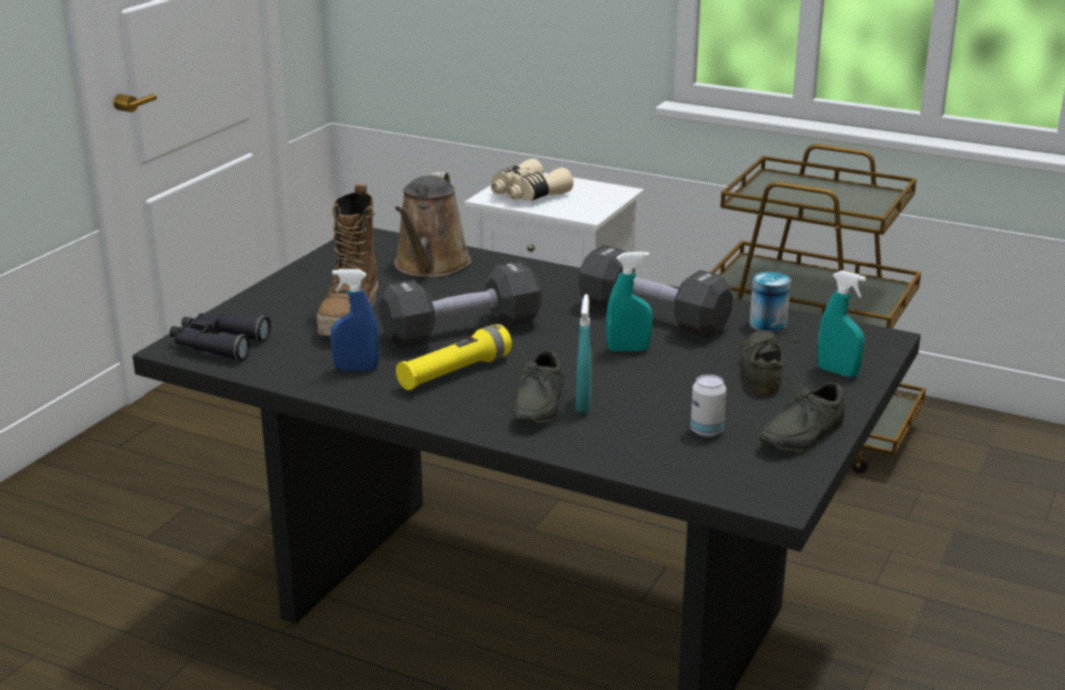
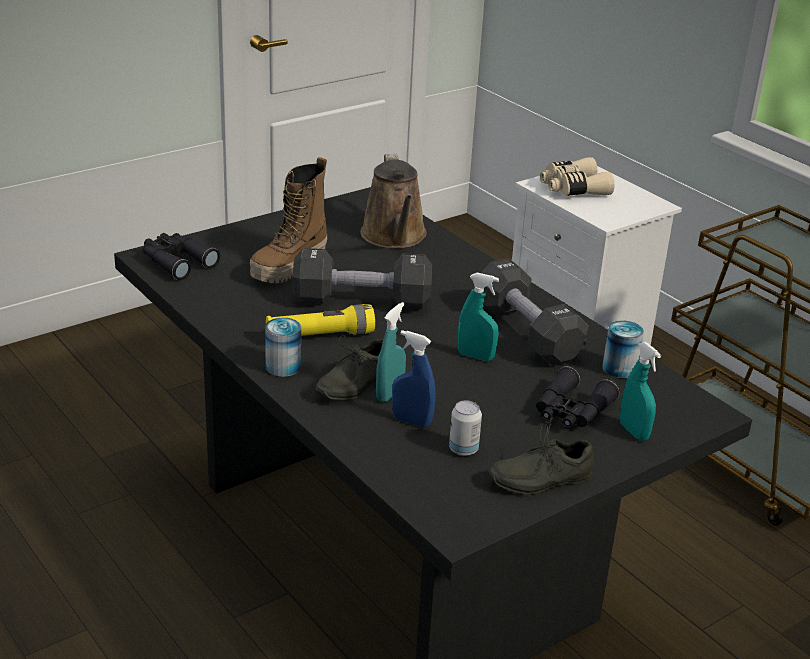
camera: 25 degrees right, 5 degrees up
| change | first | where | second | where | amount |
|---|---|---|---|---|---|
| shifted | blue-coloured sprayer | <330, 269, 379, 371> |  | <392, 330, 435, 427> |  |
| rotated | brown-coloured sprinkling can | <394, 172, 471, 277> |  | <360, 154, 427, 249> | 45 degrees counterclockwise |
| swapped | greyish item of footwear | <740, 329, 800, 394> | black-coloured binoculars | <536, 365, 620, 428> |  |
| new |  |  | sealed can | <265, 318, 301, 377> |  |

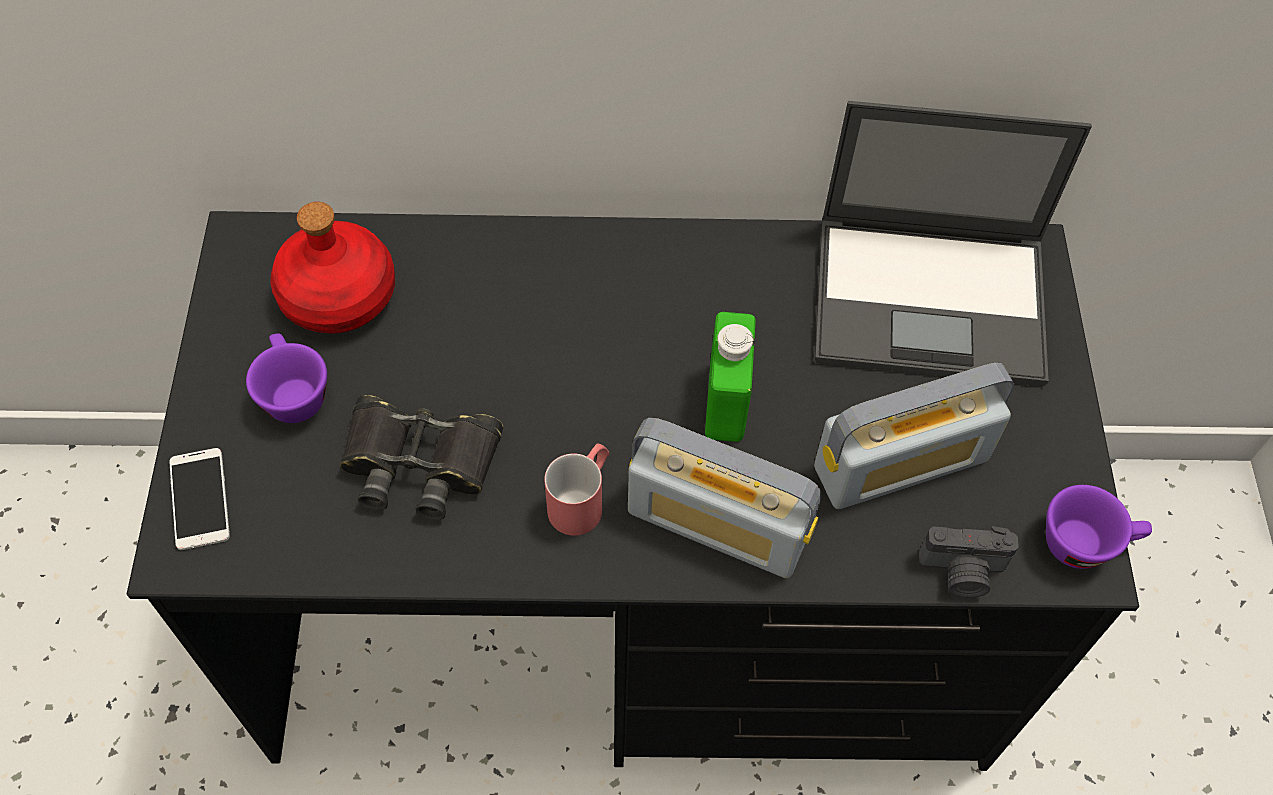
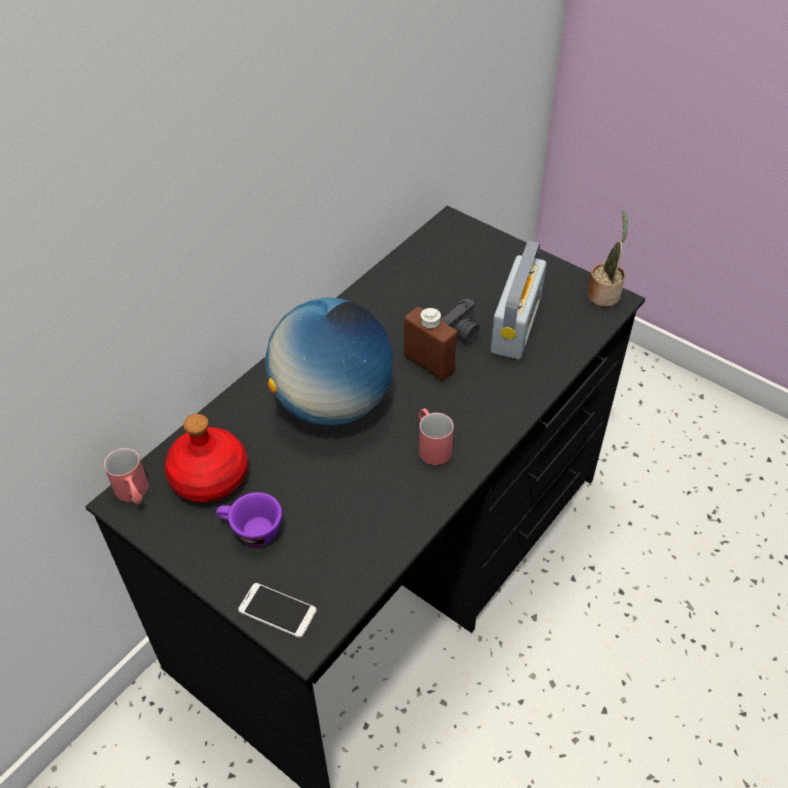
camera: 50 degrees left, 10 degrees down
| change | first | where | second | where | amount |
|---|---|---|---|---|---|
| gone | black-coloured binoculars | <340, 395, 503, 520> |  |  |  |
| gone | radio | <628, 418, 821, 578> |  |  |  |
| repainted | greenish drink bottle | <705, 312, 756, 442> | brown-coloured drink bottle | <404, 307, 457, 381> |  |
| gone | portable computer | <815, 101, 1092, 387> |  |  |  |
| shifted | photo camera | <918, 526, 1019, 598> |  | <440, 299, 480, 344> |  |
| swapped | purple-coloured cup | <1046, 485, 1152, 569> | potted plant | <587, 210, 629, 307> |  |
| new |  |  | reddish tea mug | <104, 448, 148, 505> |  |
| new |  |  | desk globe | <265, 298, 394, 426> |  |

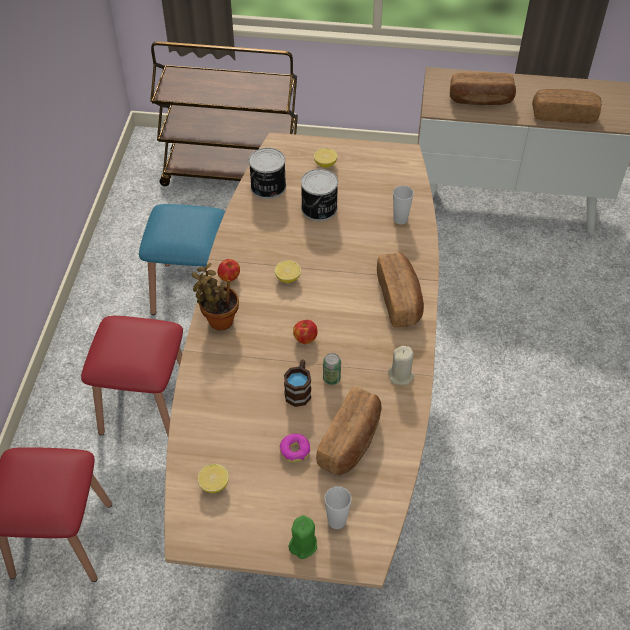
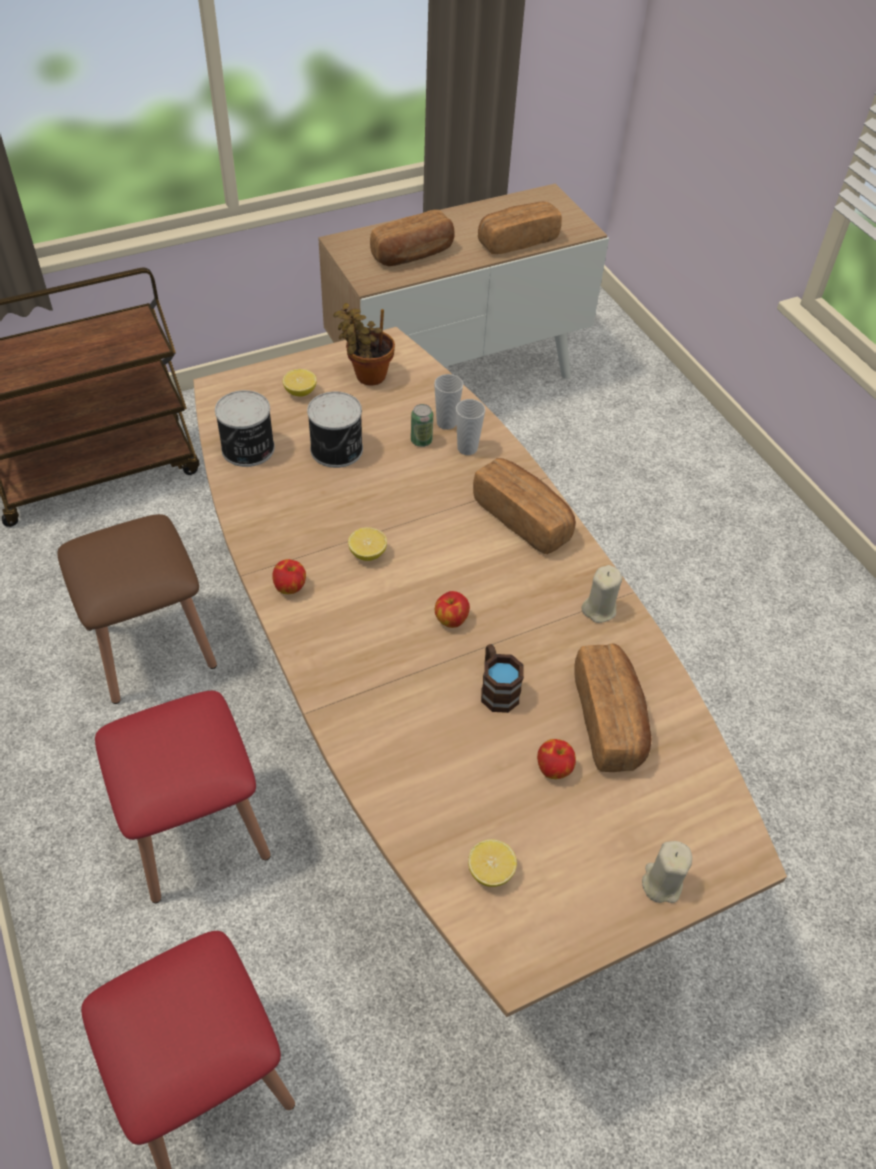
camera: 35 degrees left, 0 degrees up
| change | first | where | second | where | amount |
|---|---|---|---|---|---|
| repainted | blue-coloured stool seat | <139, 204, 225, 315> | brown-coloured stool seat | <57, 514, 217, 704> |  |
| shifted | potted plant | <192, 263, 239, 331> |  | <333, 303, 395, 386> |  |
| swapped | doughnut | <279, 434, 310, 463> | apple fruit | <537, 739, 576, 779> |  |
| repainted | greenish candle | <289, 515, 317, 559> | sand-coloured candle | <642, 841, 692, 903> |  |
| shifted | sealed can | <323, 353, 341, 385> |  | <411, 404, 433, 447> |  |
| shifted | cup | <324, 486, 352, 529> |  | <456, 399, 485, 455> |  |

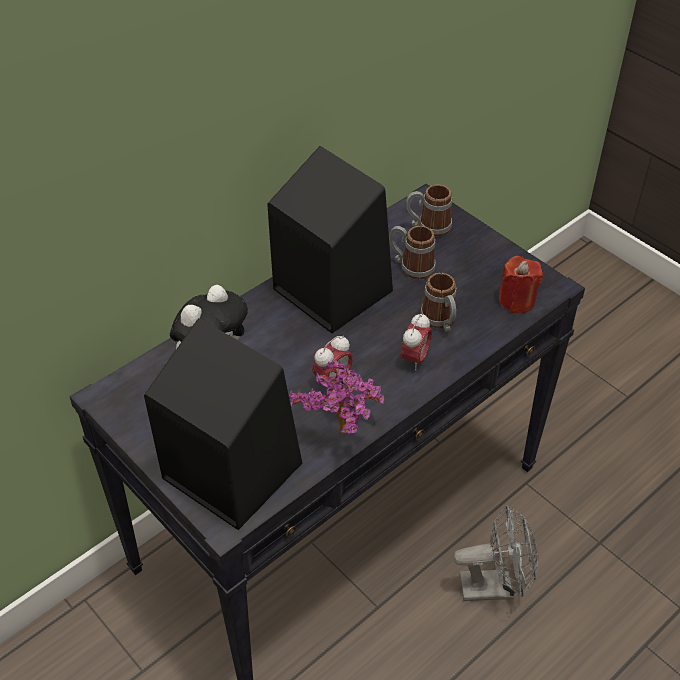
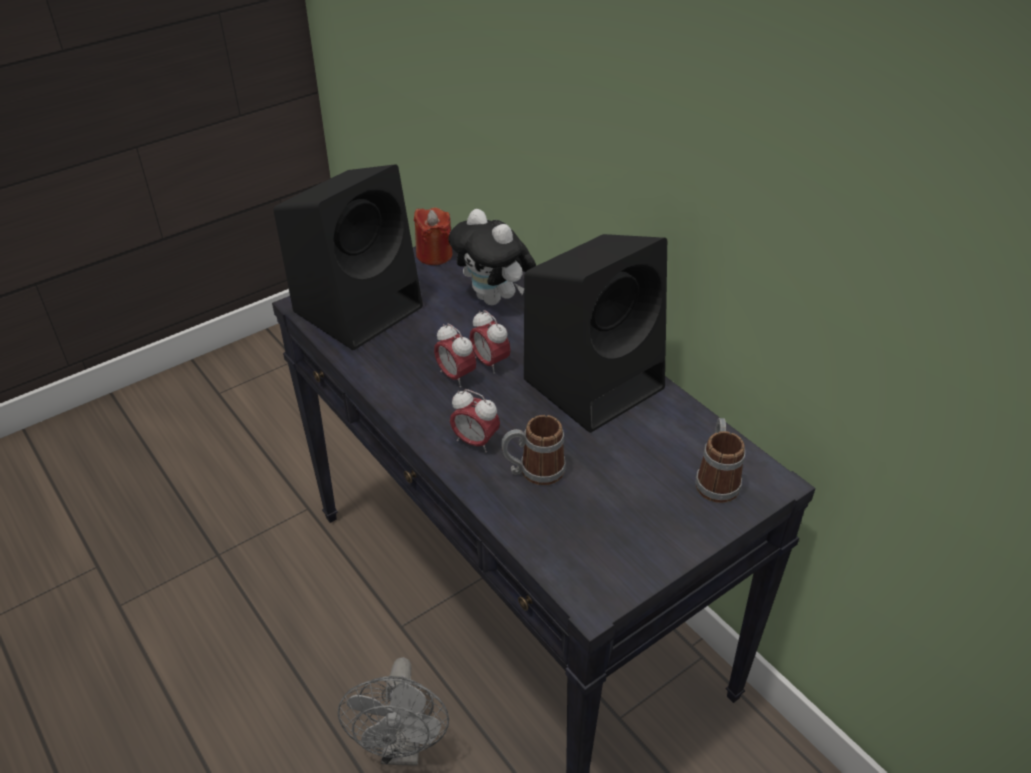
camera: 95 degrees right, 5 degrees down
| change | first | where | second | where | amount |
|---|---|---|---|---|---|
| gone | potted plant | <289, 360, 384, 435> |  |  |  |
| gone | tea mug | <389, 226, 436, 280> |  |  |  |
| shifted | reddish candle | <499, 256, 543, 313> |  | <414, 207, 452, 265> |  |
| new |  |  | table clock | <470, 310, 511, 374> |  |

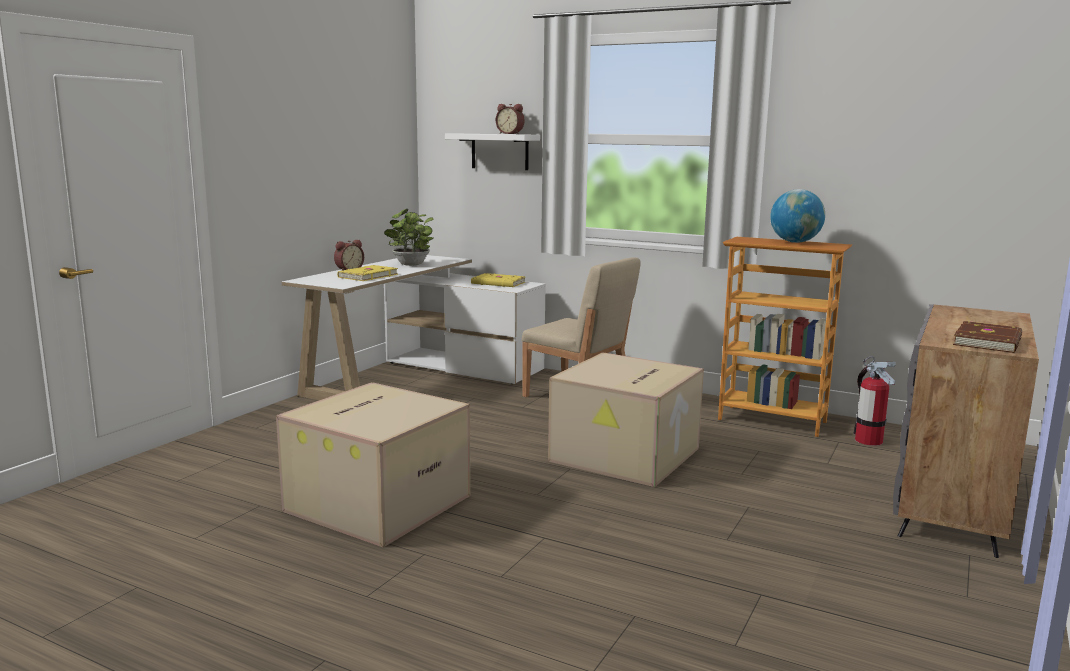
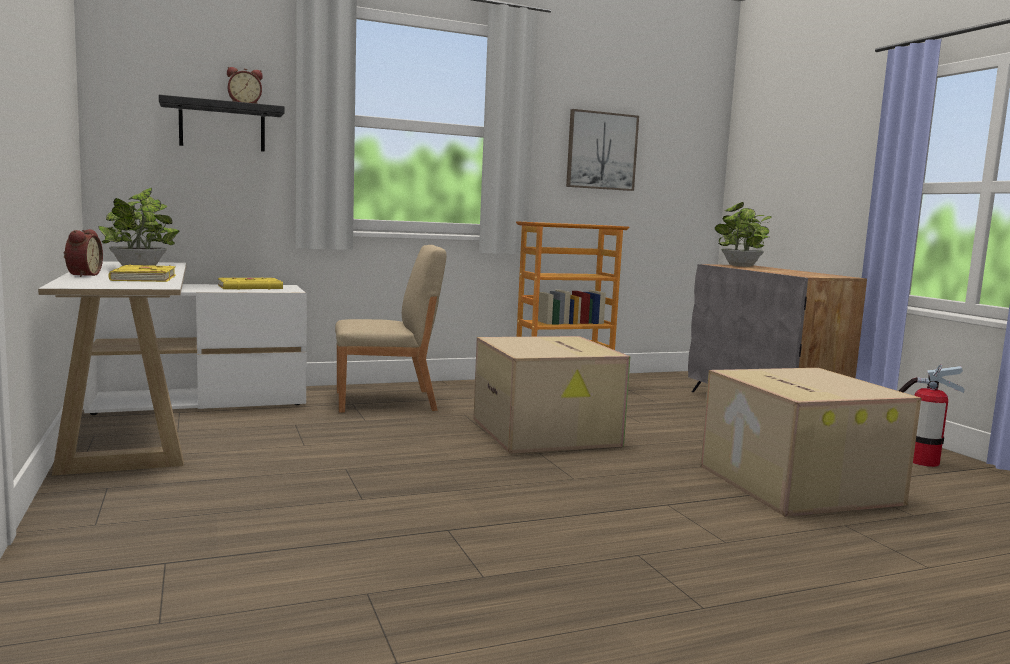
camera: 50 degrees left, 5 degrees down
| change | first | where | second | where | amount |
|---|---|---|---|---|---|
| shifted | cardboard box | <276, 382, 470, 547> |  | <700, 368, 921, 517> |  |
| repainted | whitish shelf | <445, 133, 540, 170> | black-coloured shelf | <159, 95, 285, 152> |  |
| gone | desk globe | <770, 189, 825, 243> |  |  |  |
| shifted | extinguisher | <854, 356, 896, 446> |  | <899, 364, 964, 467> |  |
| gone | brown-coloured book | <953, 321, 1022, 353> |  |  |  |
| new |  |  | wall art | <566, 109, 639, 191> |  |
| new |  |  | potted plant | <715, 202, 772, 267> |  |

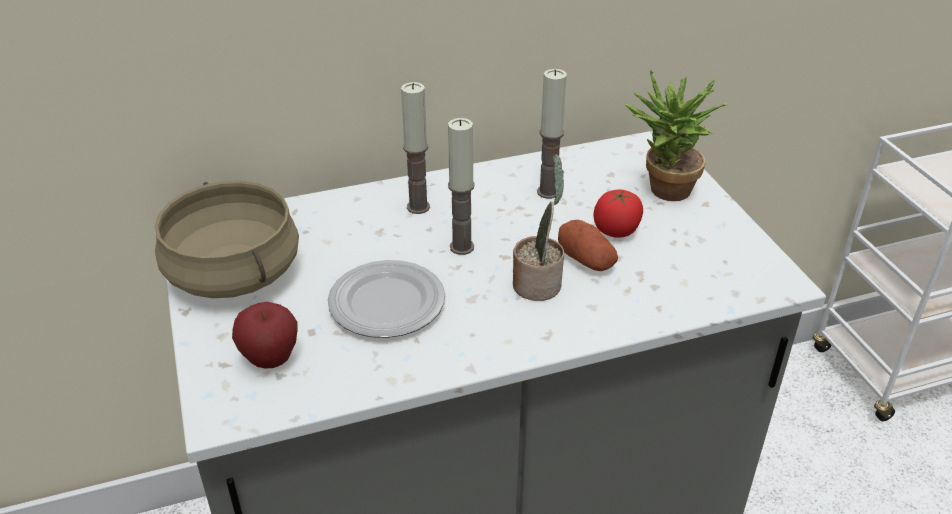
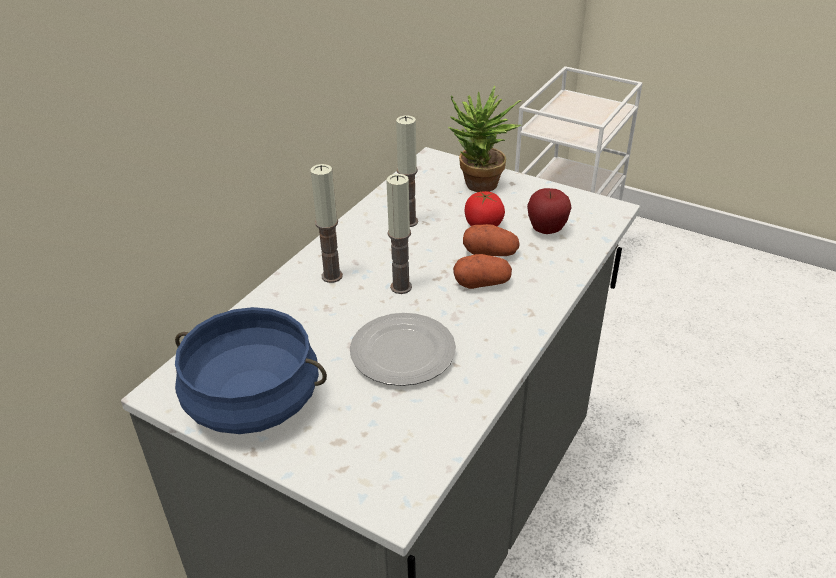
camera: 40 degrees left, 0 degrees up
| change | first | where | second | where | amount |
|---|---|---|---|---|---|
| repainted | sand-coloured stockpot | <154, 181, 299, 298> | blue-coloured stockpot | <175, 307, 327, 434> |  |
| shifted | apple fruit | <232, 302, 298, 369> |  | <527, 188, 572, 234> |  |
| swapped | potted plant | <513, 154, 564, 301> | spud | <453, 254, 512, 289> |  |

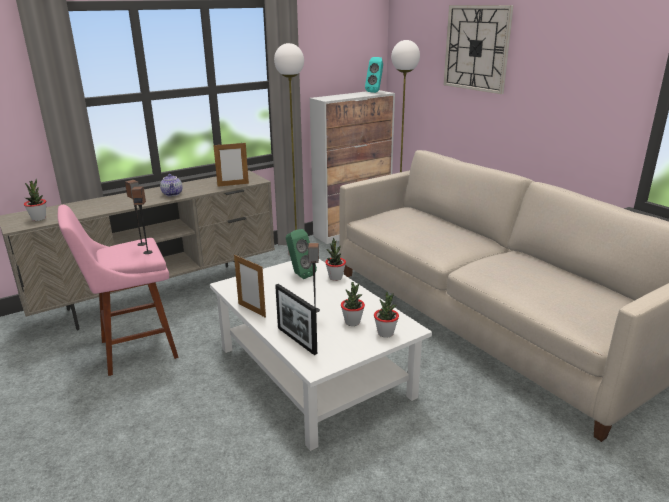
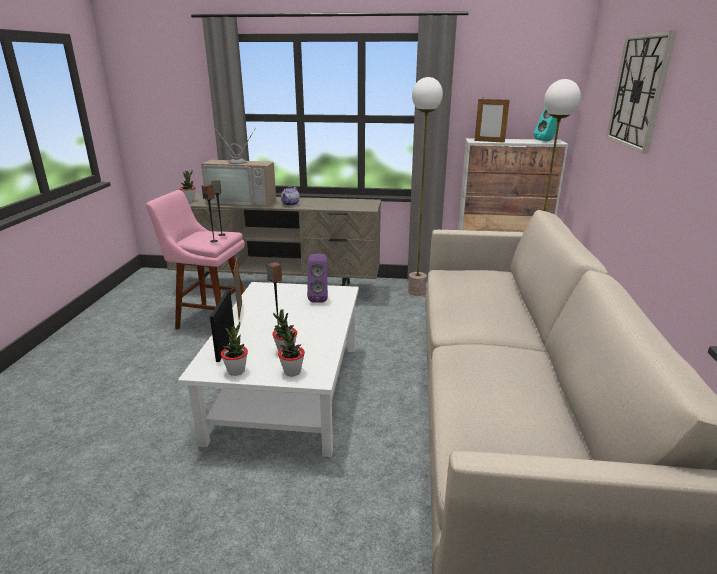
camera: 40 degrees right, 0 degrees up
| change | first | where | second | where | amount |
|---|---|---|---|---|---|
| shifted | standing frame | <213, 143, 249, 187> |  | <474, 98, 510, 143> |  |
| repainted | greenish loudspeaker | <286, 229, 317, 279> | purple-coloured loudspeaker | <307, 254, 328, 303> |  |
| shifted | potted plant | <325, 237, 346, 281> |  | <221, 322, 248, 376> |  |
| new |  |  | TV set | <201, 127, 276, 207> |  |

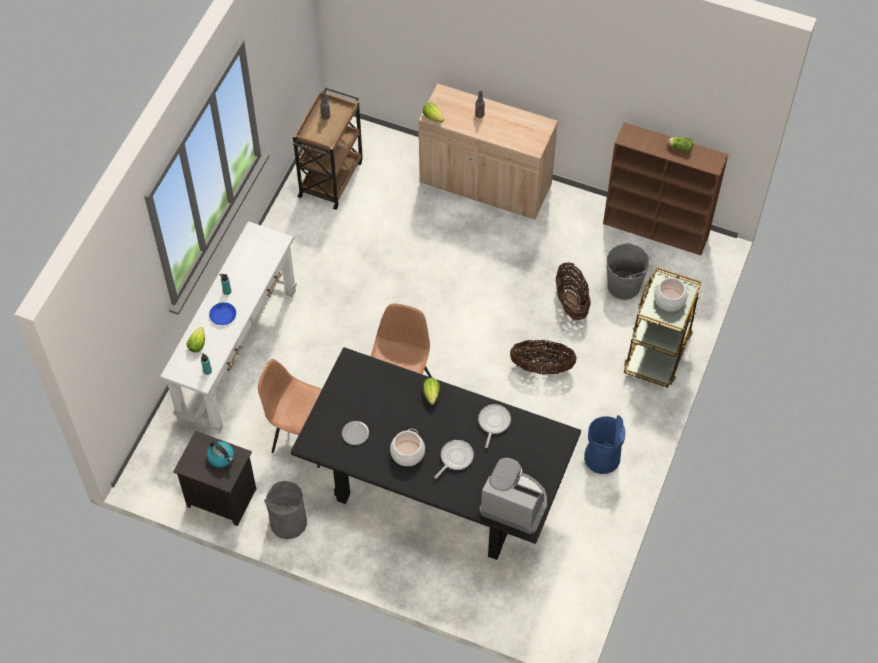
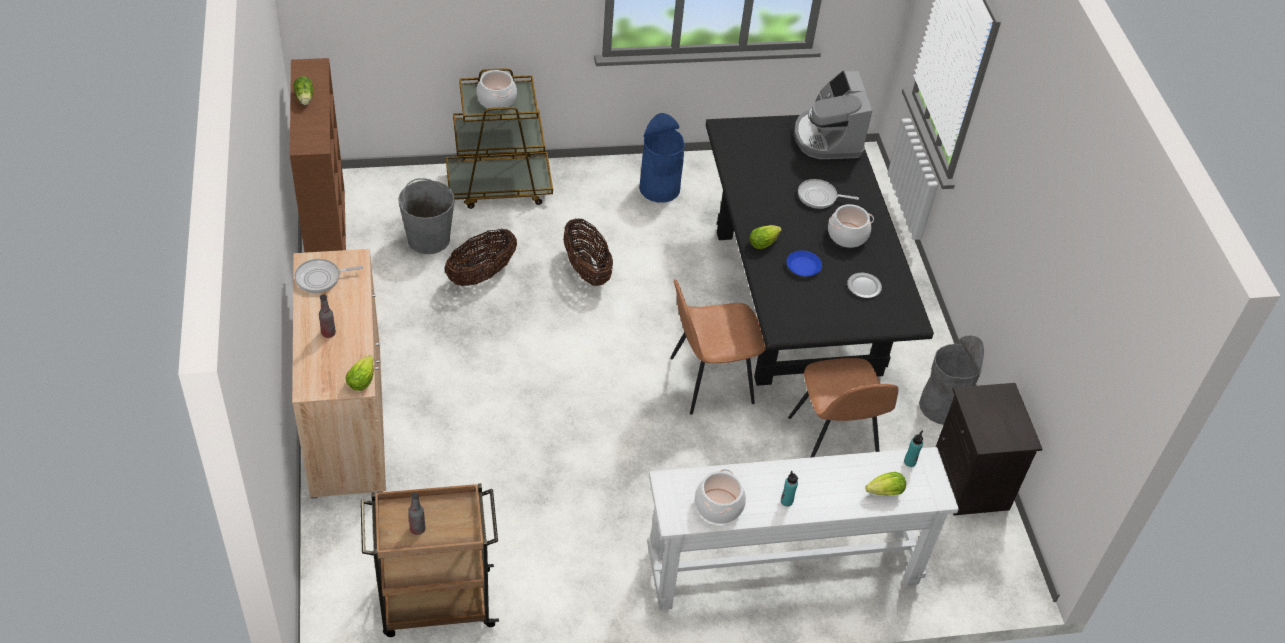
camera: 125 degrees left, 10 degrees down
| change | first | where | second | where | amount |
|---|---|---|---|---|---|
| gone | water kettle | <207, 441, 234, 468> |  |  |  |
| shifted | blue-coloured dinner plate | <209, 302, 236, 325> |  | <787, 250, 822, 276> |  |
| shifted | skillet | <478, 404, 511, 448> |  | <295, 259, 364, 293> |  |
| new |  |  | stockpot | <695, 469, 746, 524> |  |

